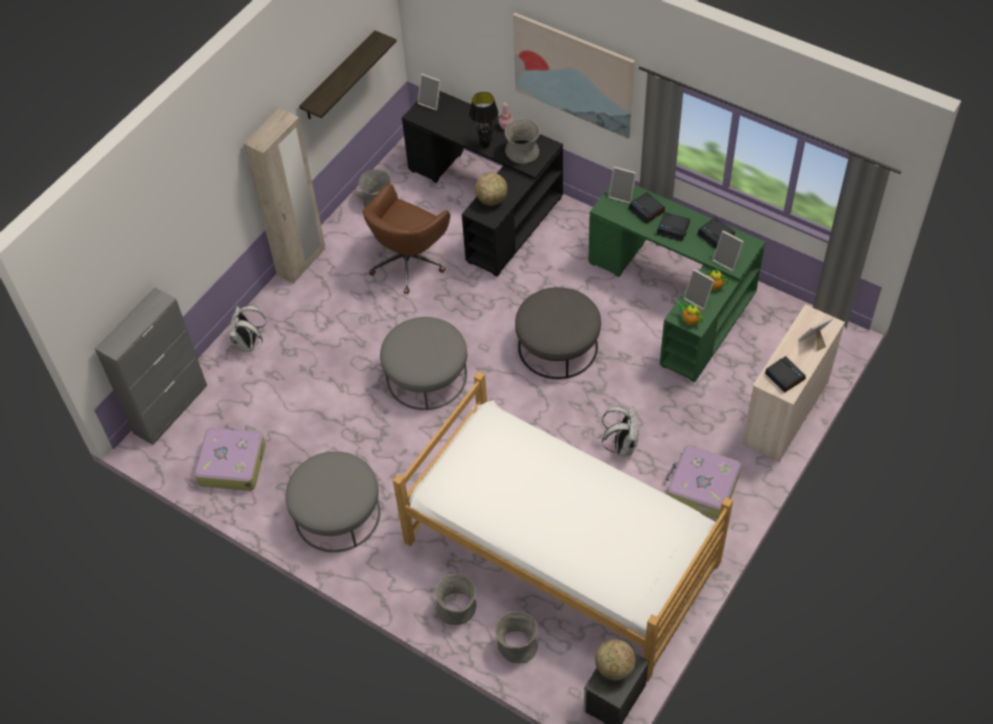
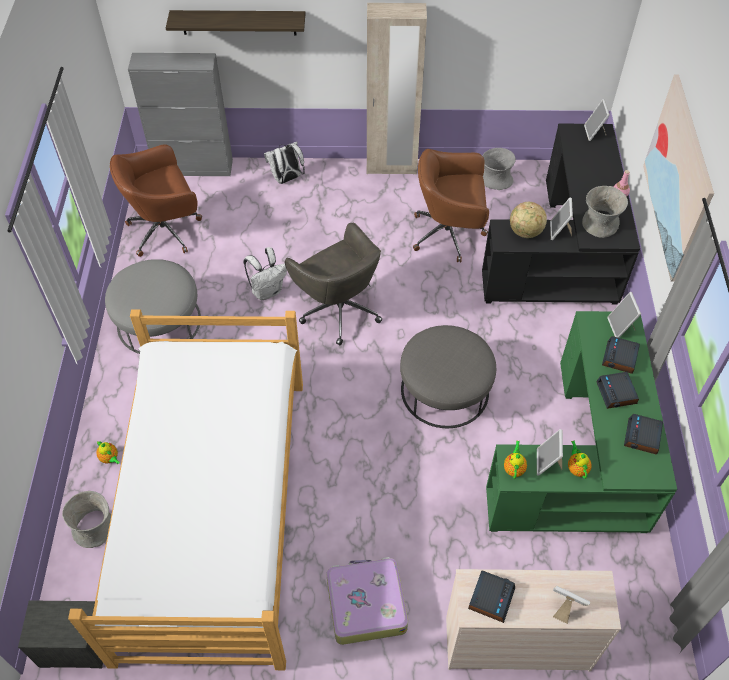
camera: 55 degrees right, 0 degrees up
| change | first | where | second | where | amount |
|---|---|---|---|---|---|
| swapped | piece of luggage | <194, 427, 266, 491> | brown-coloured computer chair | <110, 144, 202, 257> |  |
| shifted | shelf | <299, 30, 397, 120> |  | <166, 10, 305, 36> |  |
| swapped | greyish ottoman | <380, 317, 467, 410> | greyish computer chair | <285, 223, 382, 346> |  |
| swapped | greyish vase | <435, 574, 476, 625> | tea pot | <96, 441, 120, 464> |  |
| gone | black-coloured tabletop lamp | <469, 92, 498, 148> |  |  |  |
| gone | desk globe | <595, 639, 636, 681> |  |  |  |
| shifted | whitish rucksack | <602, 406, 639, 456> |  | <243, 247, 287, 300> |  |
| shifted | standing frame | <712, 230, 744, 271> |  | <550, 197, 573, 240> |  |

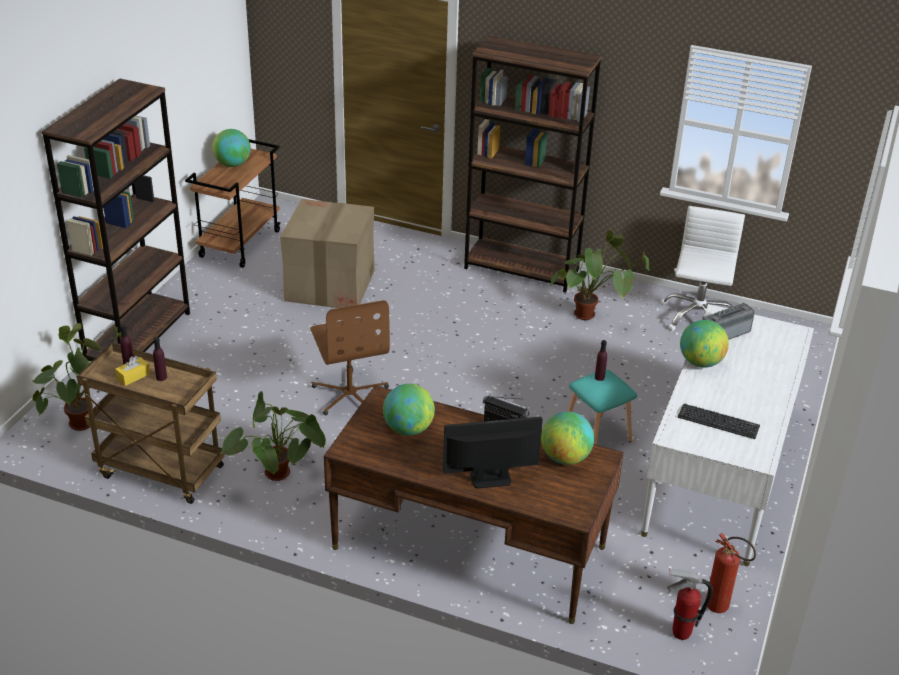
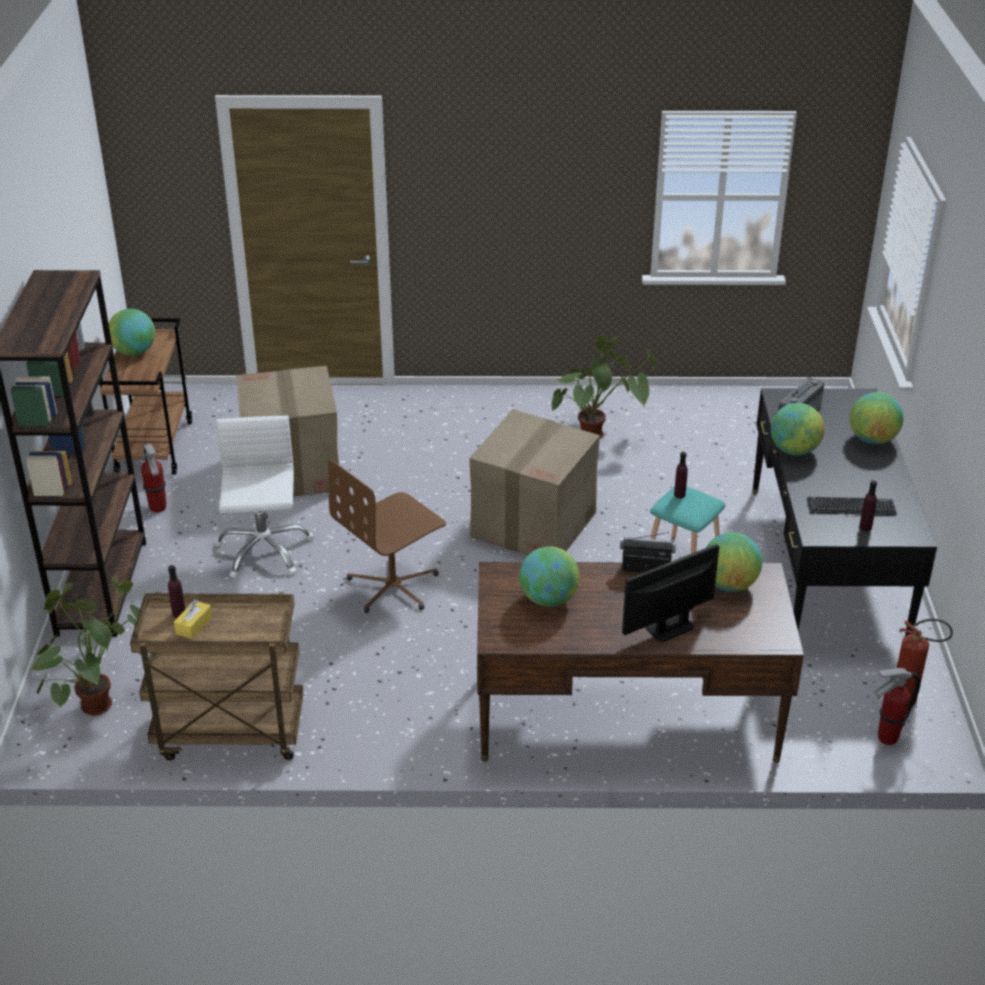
camera: 20 degrees left, 0 degrees up
| change | first | where | second | where | amount |
|---|---|---|---|---|---|
| shifted | purple-coloured drink bottle | <153, 337, 167, 381> |  | <859, 480, 877, 531> |  |
| gone | potted plant | <220, 391, 326, 481> |  |  |  |
| rotated | brown-coloured computer chair | <310, 300, 390, 415> |  | <328, 459, 446, 613> | 90 degrees clockwise |
| gone | brown-coloured shelving unit | <464, 36, 602, 293> |  |  |  |
| repainted | whitish desk | <641, 304, 814, 566> | black-coloured desk | <752, 388, 937, 636> |  |
| shifted | whitish computer chair | <660, 206, 745, 331> |  | <214, 415, 314, 579> |  |
| new |  |  | extinguisher | <141, 444, 166, 513> |  |
| new |  |  | cardboard box | <469, 409, 600, 555> |  |
| new |  |  | desk globe | <850, 392, 904, 444> |  |

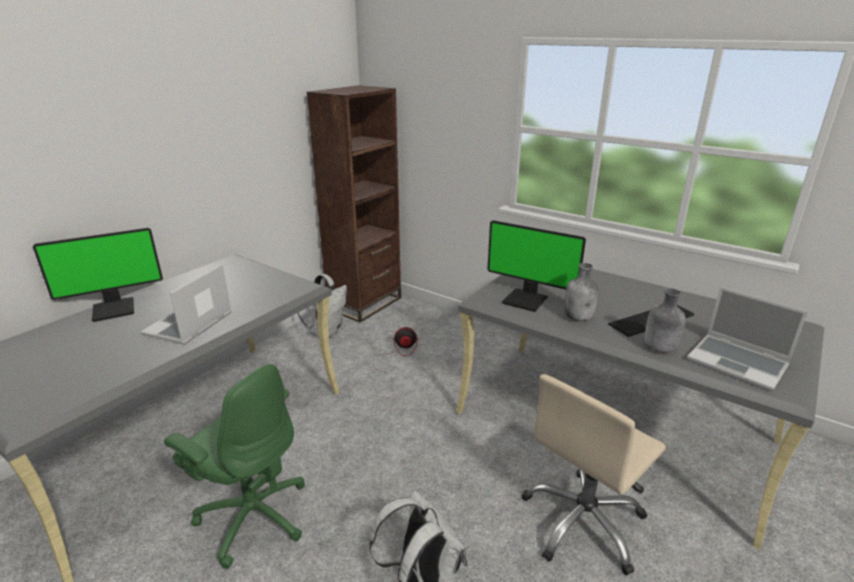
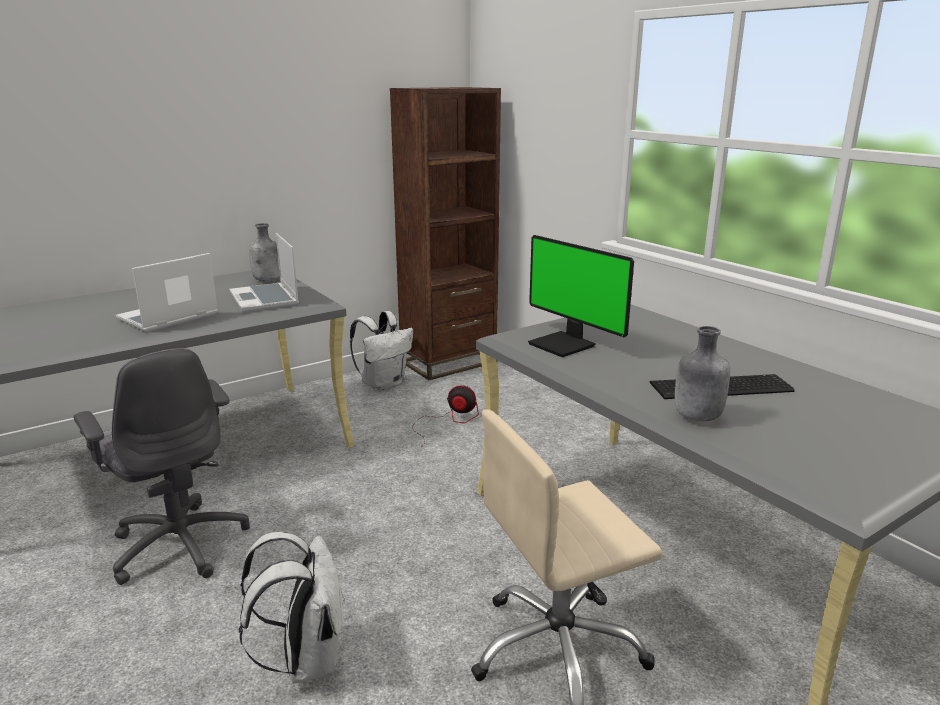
camera: 20 degrees right, 5 degrees down
| change | first | where | second | where | amount |
|---|---|---|---|---|---|
| gone | monitor | <33, 228, 163, 322> |  |  |  |
| repainted | greenish computer chair | <164, 364, 305, 569> | greyish computer chair | <73, 348, 250, 585> |  |
| shifted | greyish drink bottle | <564, 263, 598, 321> |  | <249, 223, 280, 282> |  |
| shifted | portable computer | <687, 287, 808, 391> |  | <230, 233, 299, 312> |  |

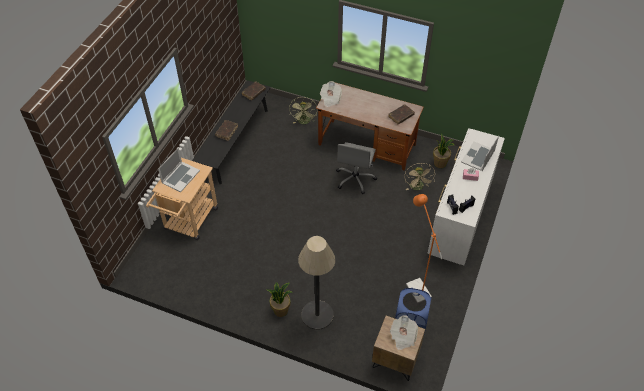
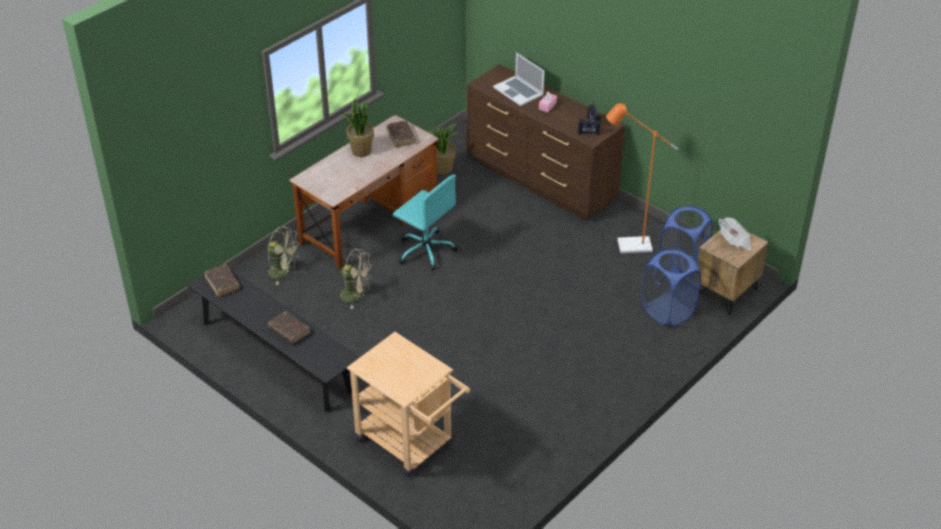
camera: 70 degrees left, 10 degrees down
| change | first | where | second | where | amount |
|---|---|---|---|---|---|
| gone | portable computer | <158, 148, 200, 192> |  |  |  |
| shifted | potted plant | <267, 282, 292, 317> |  | <342, 98, 374, 157> |  |
| gone | standard lamp | <298, 236, 336, 330> |  |  |  |
| gone | daily paper | <320, 81, 342, 107> |  |  |  |
| repainted | greyish computer chair | <336, 142, 377, 194> | blue-green computer chair | <393, 175, 458, 271> |  |
| shifted | sand-coloured electric fan | <404, 163, 435, 190> |  | <338, 249, 372, 309> |  |
| repainted | whitish drawer chest | <427, 128, 505, 265> | brown-coloured drawer chest | <467, 64, 625, 220> |  |
| new |  |  | blue-coloured laundry basket | <642, 248, 701, 327> |  |

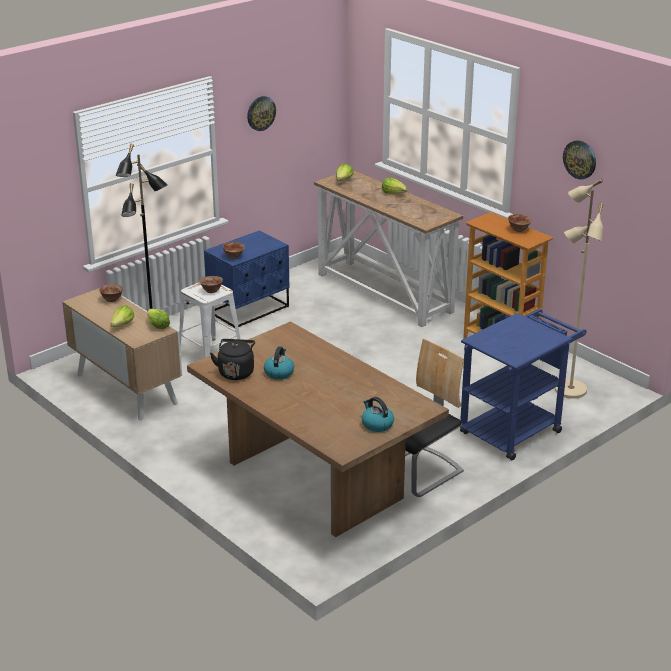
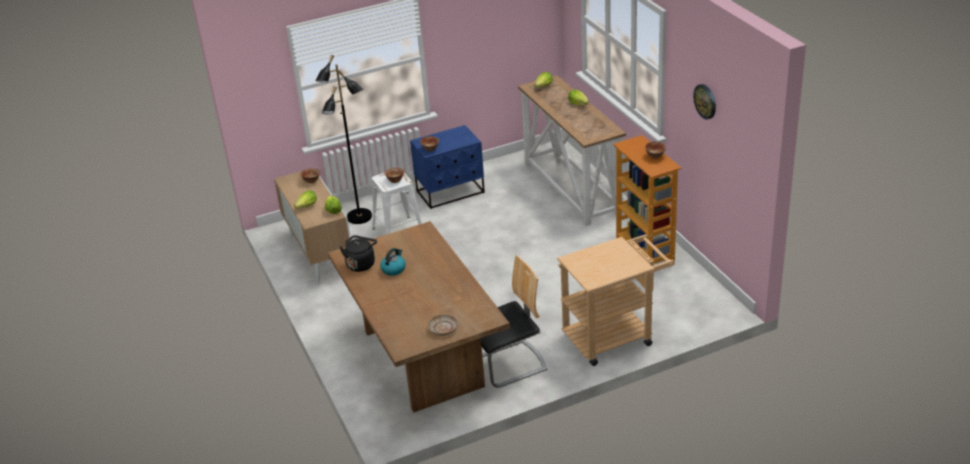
camera: 20 degrees right, 5 degrees up
| change | first | where | second | where | amount |
|---|---|---|---|---|---|
| gone | clock on the wall | <247, 96, 276, 131> |  |  |  |
| swapped | water kettle | <362, 397, 394, 432> | sand-coloured dinner plate | <428, 315, 458, 335> |  |
| repainted | blue-coloured wheeled cart | <460, 309, 586, 461> | sand-coloured wheeled cart | <557, 234, 675, 366> |  |
| gone | sand-coloured standard lamp | <555, 178, 603, 399> |  |  |  |

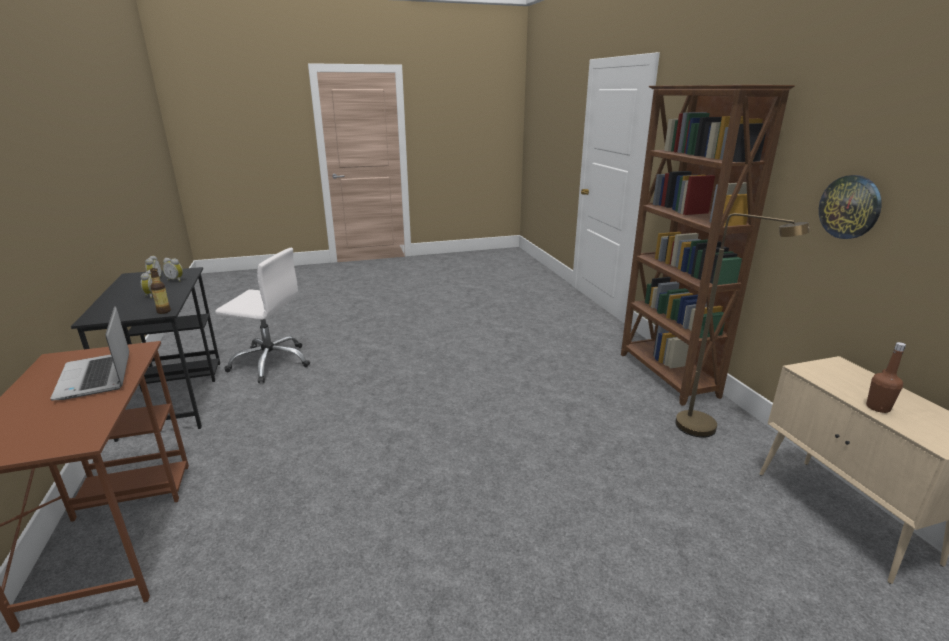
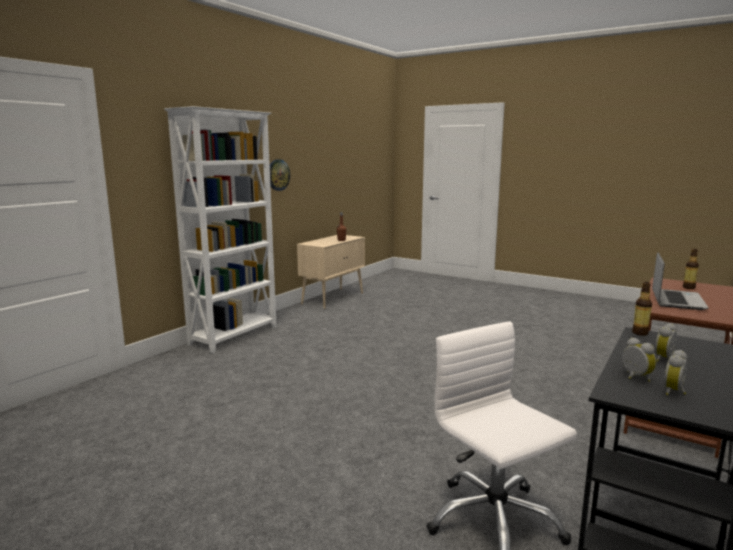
camera: 130 degrees left, 10 degrees down
| change | first | where | second | where | amount |
|---|---|---|---|---|---|
| repainted | brown-coloured shelving unit | <621, 85, 795, 406> | whitish shelving unit | <164, 106, 277, 353> |  |
| gone | brown-coloured standard lamp | <675, 213, 809, 438> |  |  |  |
| new |  |  | drink bottle | <683, 249, 699, 289> |  |

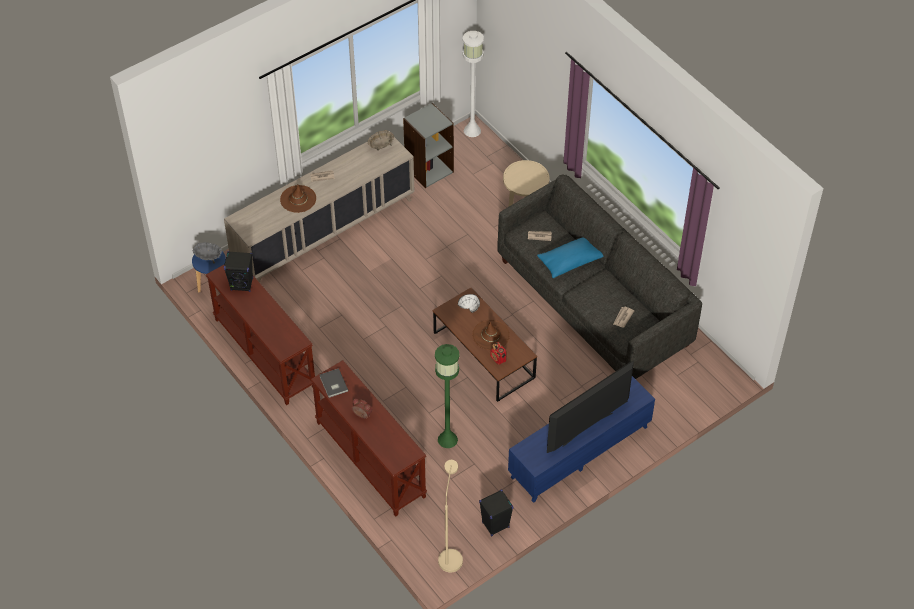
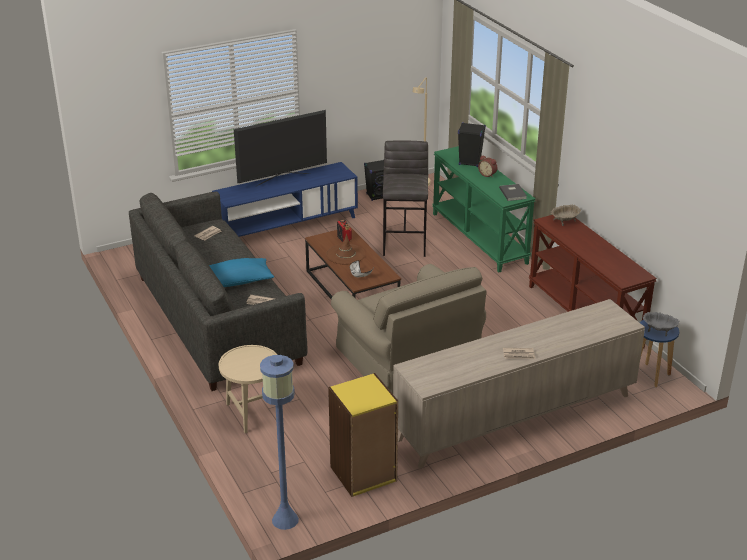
camera: 170 degrees left, 20 degrees down
| change | first | where | second | where | amount |
|---|---|---|---|---|---|
| shifted | black-coloured loudspeaker | <224, 251, 253, 292> |  | <458, 122, 486, 167> |  |
| gone | brown-coloured wearable hat | <280, 185, 316, 213> |  |  |  |
| repainted | brown-coloured hall table | <311, 360, 427, 516> | greenish hall table | <432, 146, 535, 272> |  |
| shifted | sand-coloured deep dish | <367, 130, 394, 151> |  | <550, 205, 581, 226> |  |
| repainted | greyish shelving unit | <403, 102, 454, 188> | yellow-coloured shelving unit | <328, 373, 398, 497> |  |
| swapped | greenish standard lamp | <435, 344, 459, 448> | greyish stool seat | <382, 140, 428, 257> |  |
| repainted | whitish standard lamp | <463, 31, 484, 137> | blue-coloured standard lamp | <260, 355, 299, 530> |  |
| new |  |  | sand-coloured easy chair | <331, 264, 487, 394> |  |

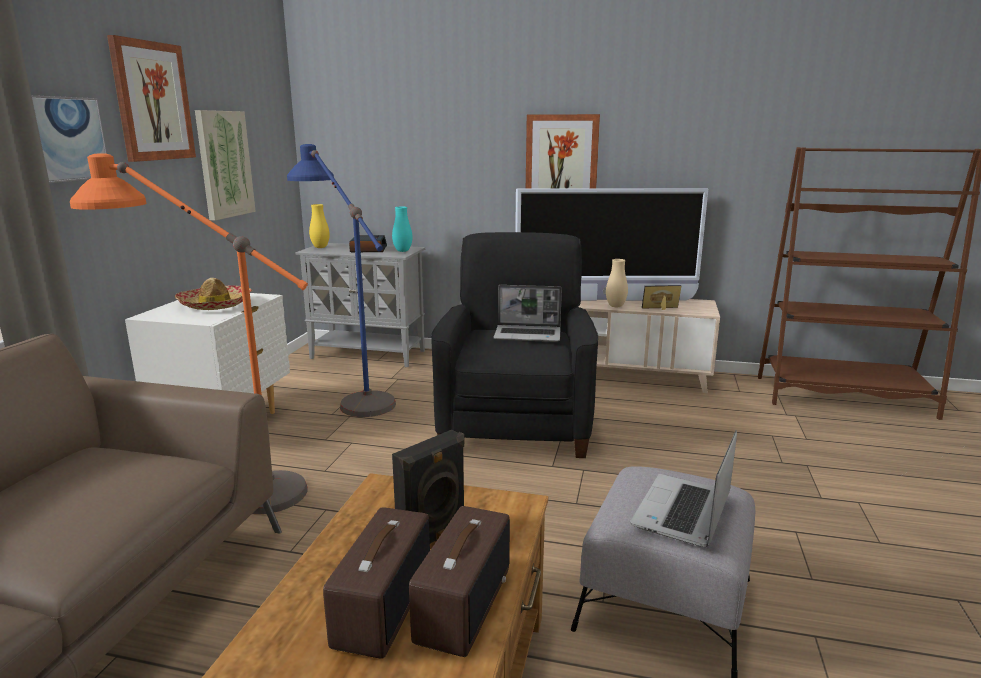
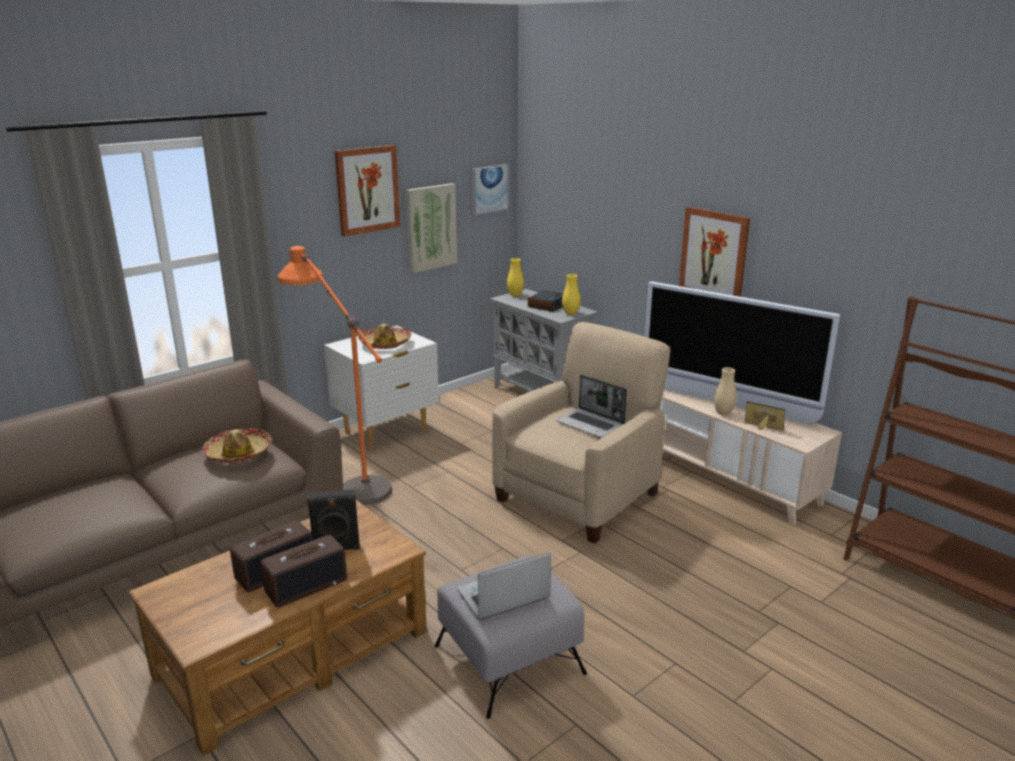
camera: 35 degrees right, 5 degrees up
| change | first | where | second | where | amount |
|---|---|---|---|---|---|
| shifted | wall art | <31, 95, 107, 183> |  | <472, 164, 509, 215> |  |
| gone | blue-coloured standard lamp | <287, 144, 396, 417> |  |  |  |
| repainted | blue-green vase | <392, 206, 412, 252> | yellow-coloured vase | <562, 274, 581, 315> |  |
| repainted | black-coloured easy chair | <431, 232, 598, 458> | sand-coloured easy chair | <492, 322, 670, 544> |  |
| new |  |  | wearable hat | <202, 428, 272, 463> |  |

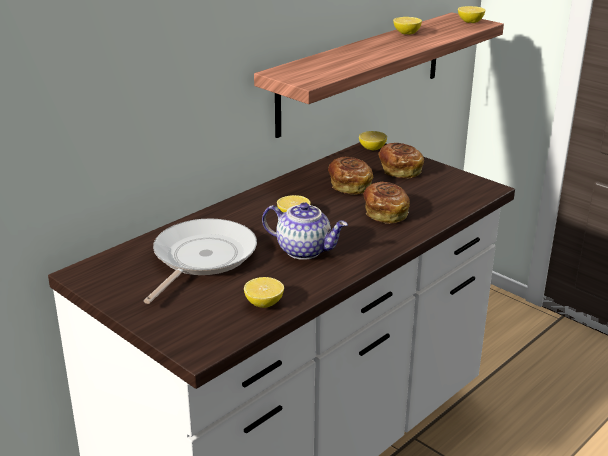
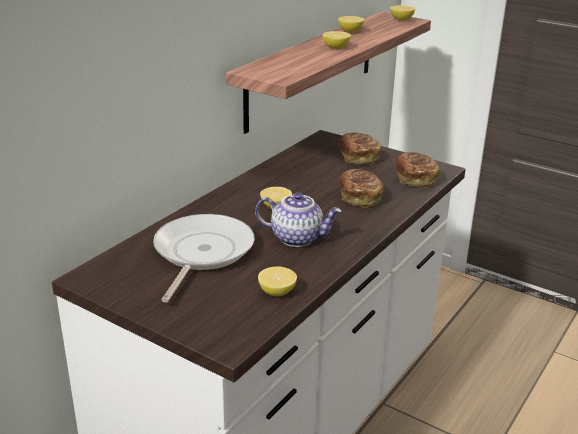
camera: 10 degrees left, 0 degrees up
| change | first | where | second | where | amount |
|---|---|---|---|---|---|
| shifted | bakery bread | <328, 157, 373, 195> |  | <394, 152, 440, 188> |  |
| shifted | lemon | <359, 131, 387, 150> |  | <322, 31, 351, 49> |  |

